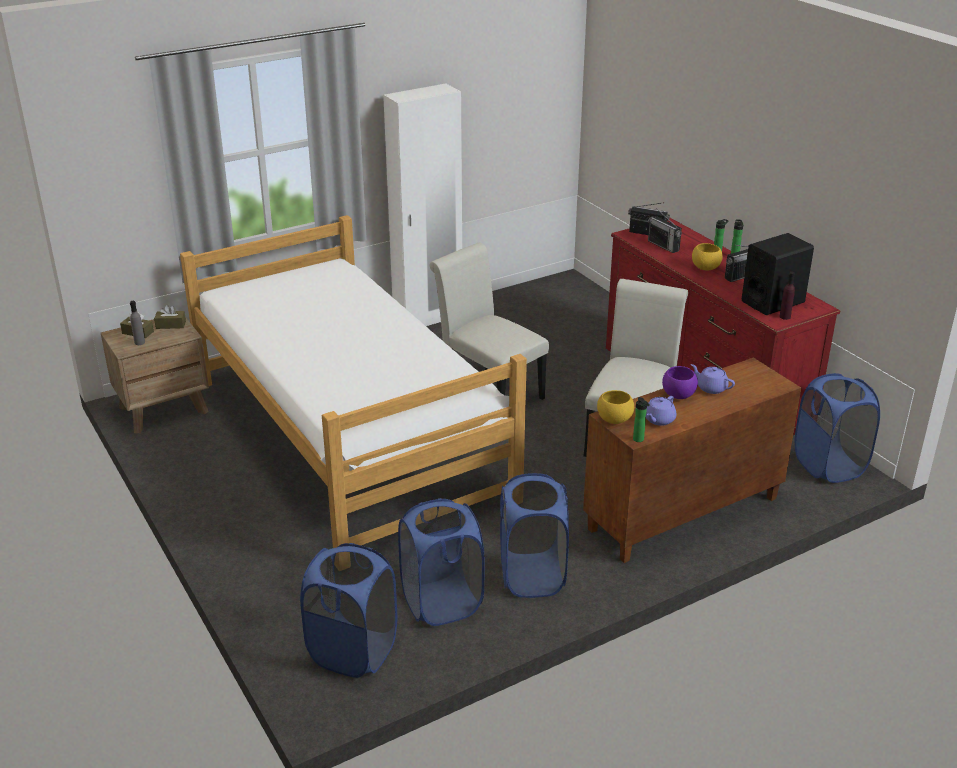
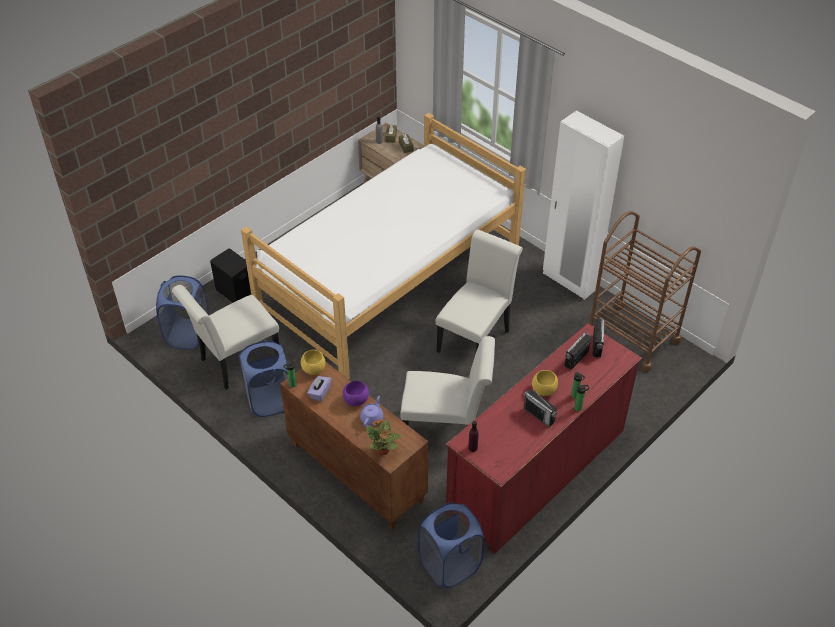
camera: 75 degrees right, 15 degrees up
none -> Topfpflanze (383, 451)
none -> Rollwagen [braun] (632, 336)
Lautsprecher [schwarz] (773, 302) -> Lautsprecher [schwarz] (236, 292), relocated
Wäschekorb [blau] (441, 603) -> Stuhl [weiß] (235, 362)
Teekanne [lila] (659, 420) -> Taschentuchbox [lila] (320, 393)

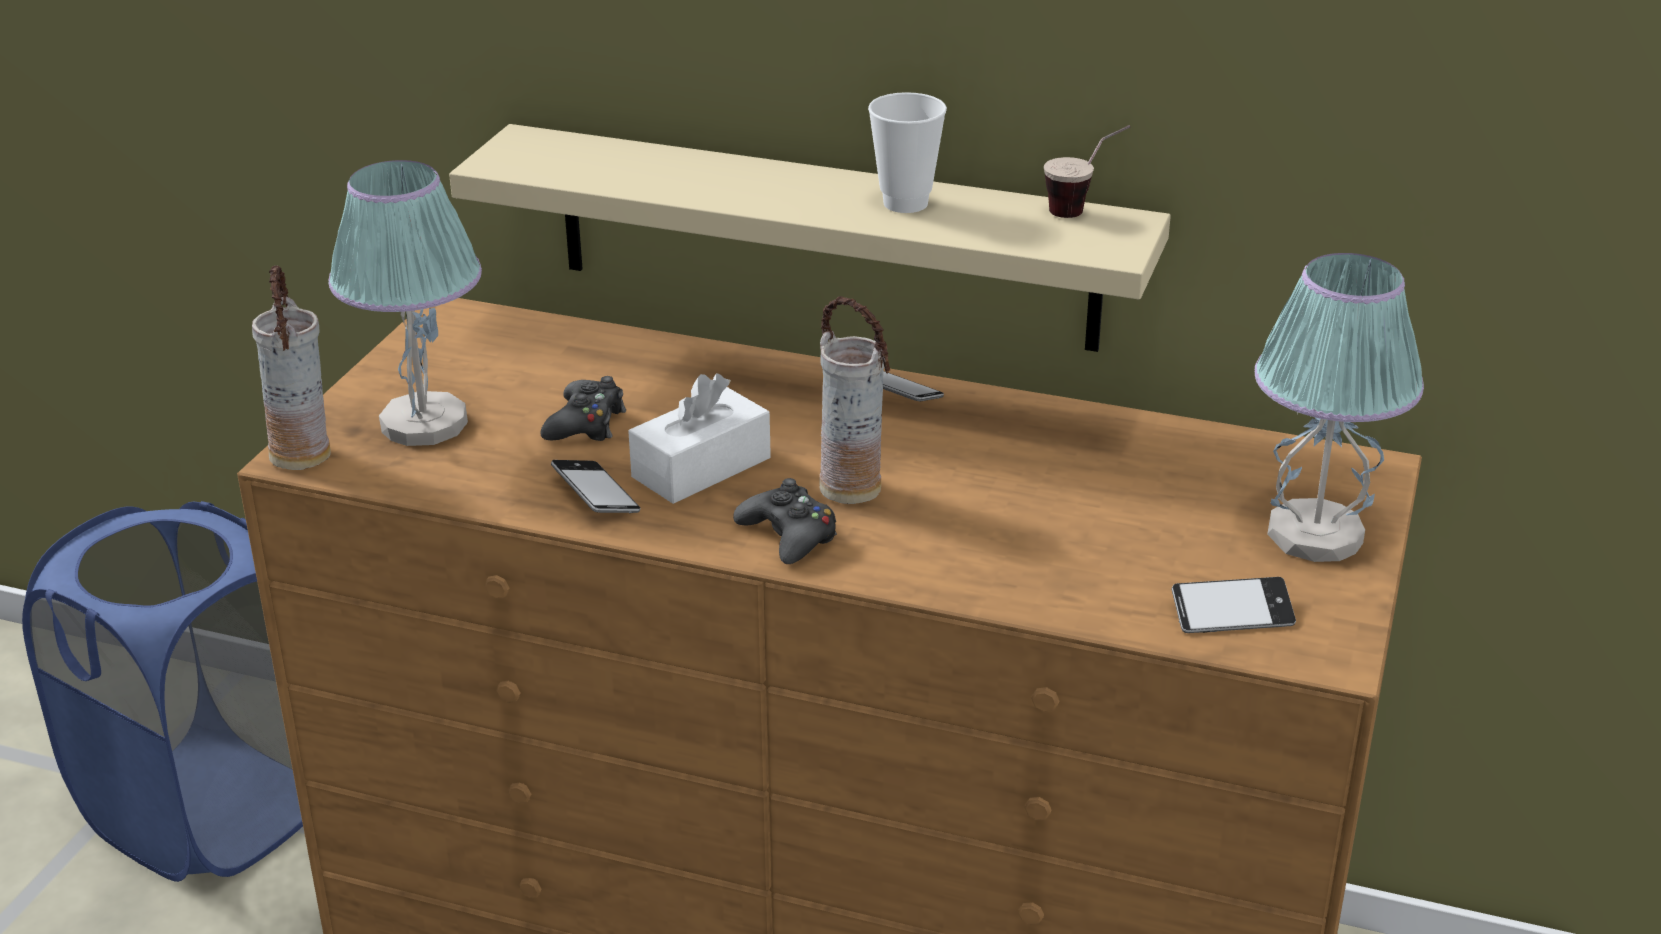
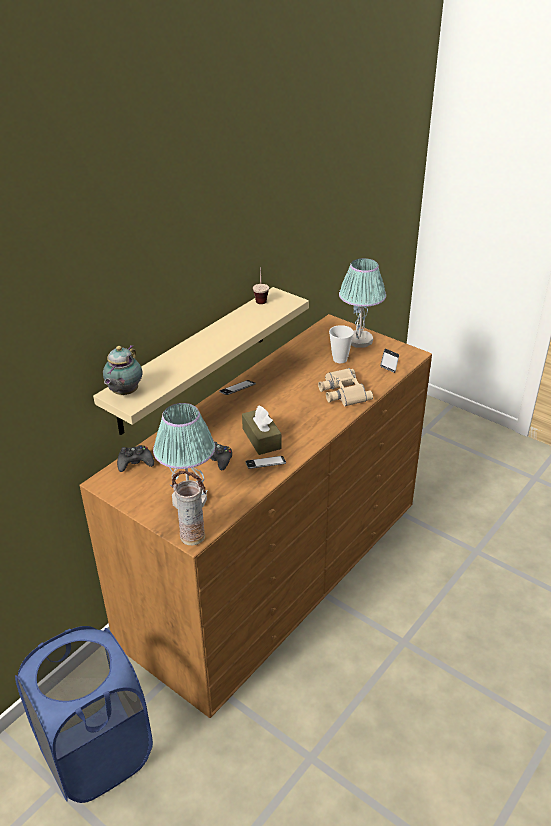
camera: 70 degrees left, 5 degrees up
Vase (852, 487) -> none
none -> Teekanne (124, 393)
none -> Fernglas [beige] (342, 392)
Gamepad [schwarz] (789, 535) -> Gamepad [schwarz] (135, 462), relocated
Tasse (905, 203) -> Tasse (340, 359), relocated
Taschentuchbox [weiß] (701, 467) -> Taschentuchbox [braun] (261, 438)

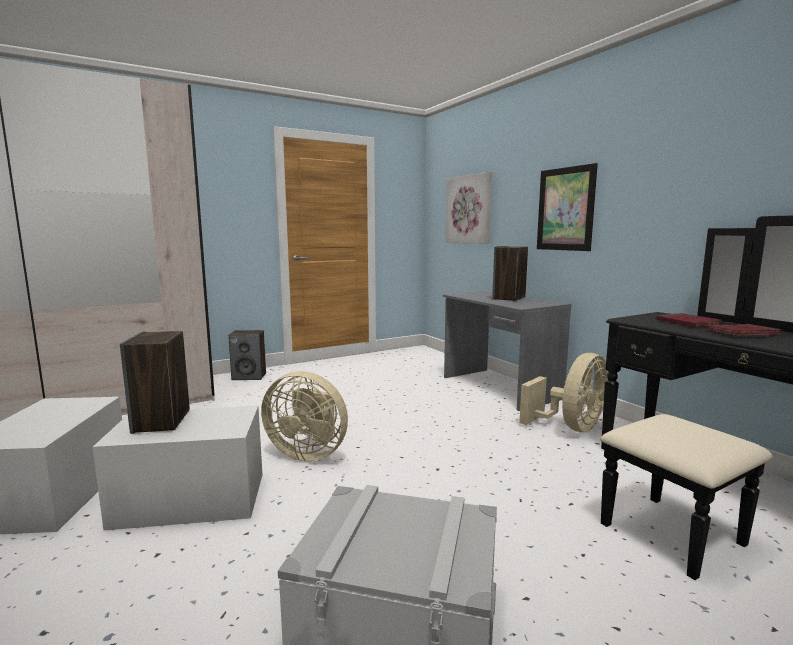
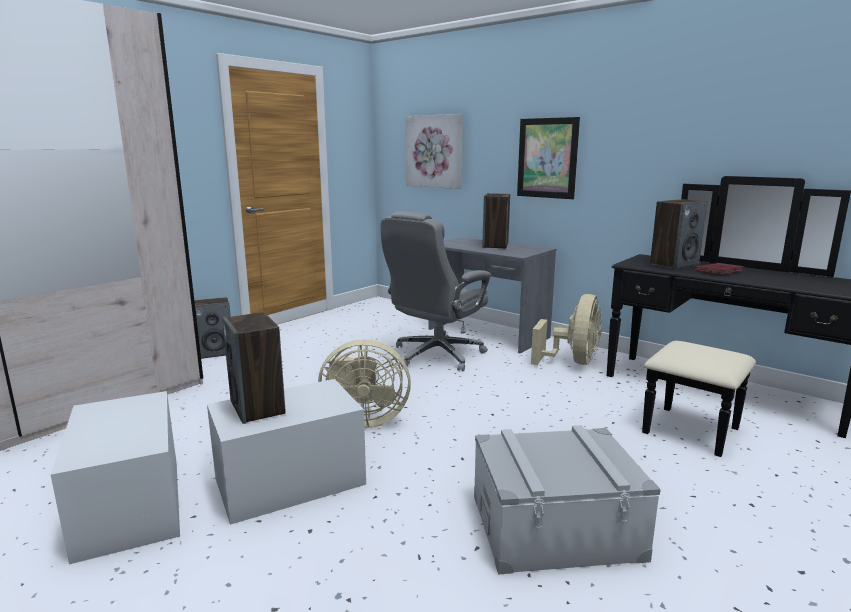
camera: 20 degrees left, 5 degrees up
none -> Bürostuhl [grau] (436, 355)
Buch [rot] (687, 323) -> Lautsprecher (674, 264)

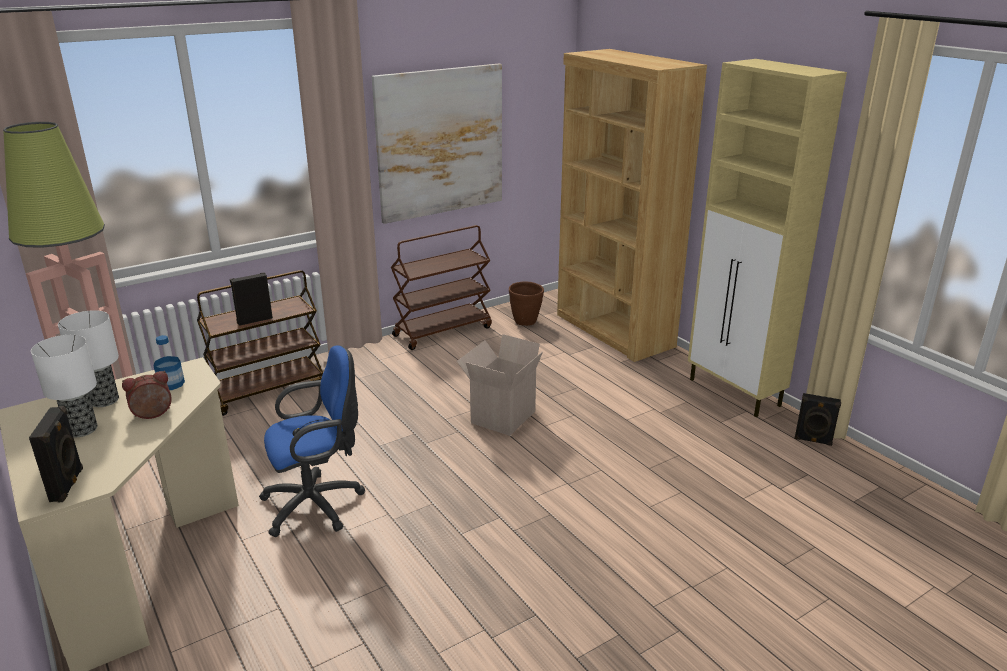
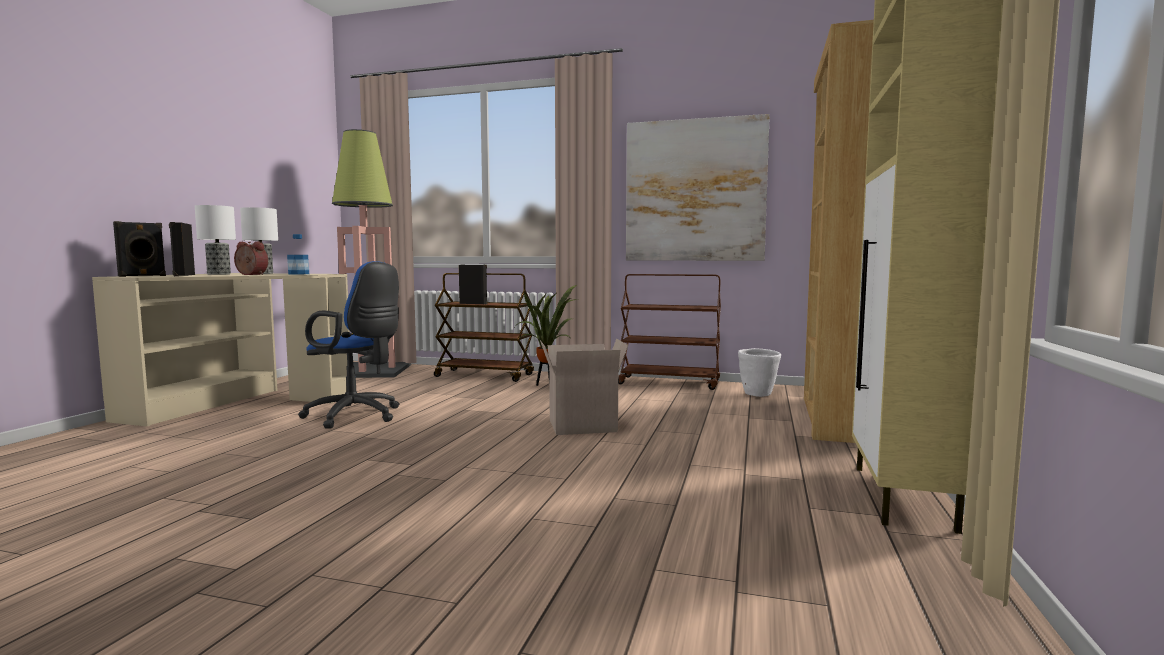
camera: 50 degrees right, 20 degrees down
none -> Topfpflanze (548, 385)
Lautsprecher [schwarz] (813, 440) -> Lautsprecher [schwarz] (183, 275), relocated
Pflanzkübel [braun] (526, 322) -> Pflanzkübel [weiß] (758, 395)

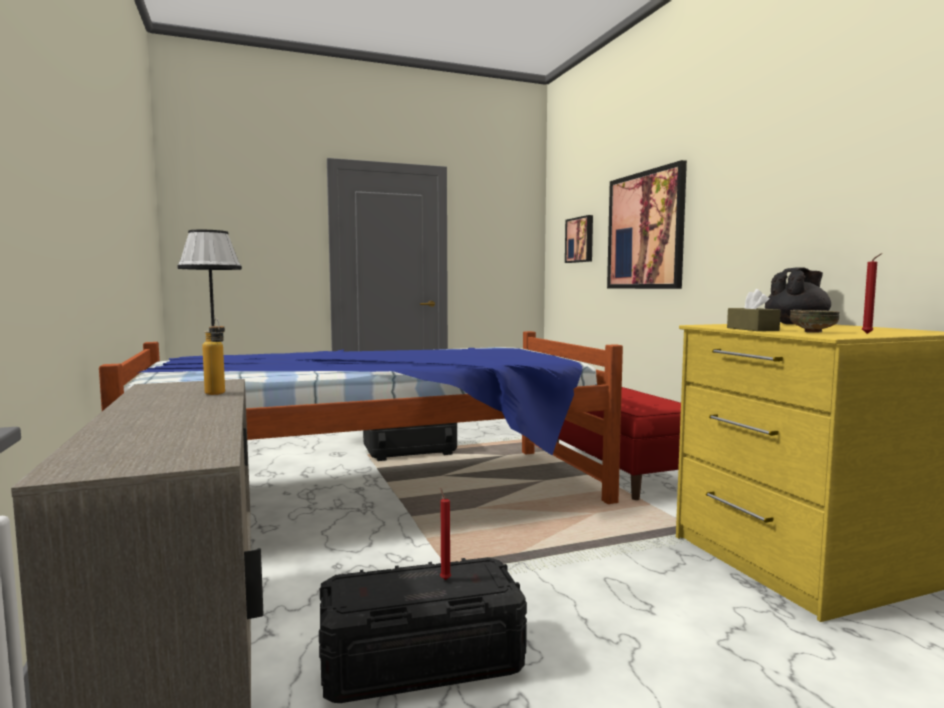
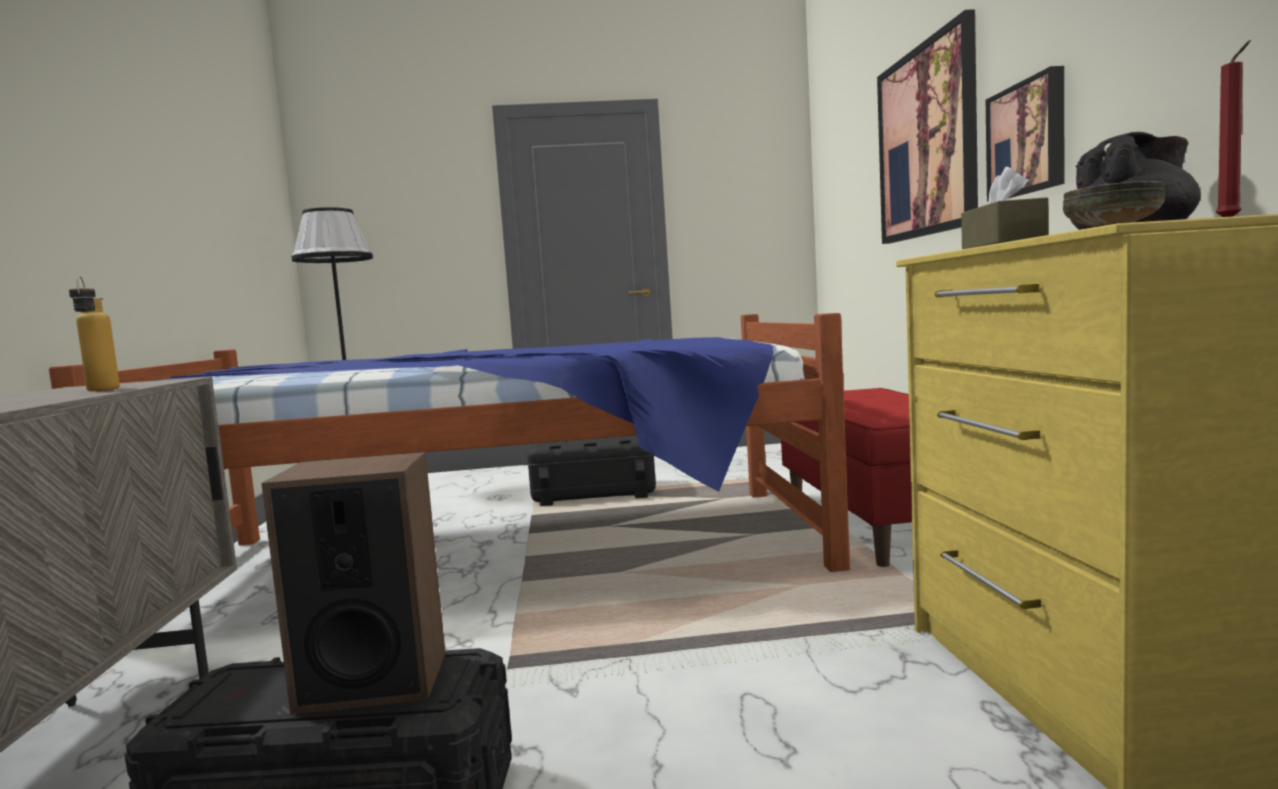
camera: 15 degrees right, 0 degrees up
Bild (580, 240) -> Bild (1028, 138), relocated
Kerze [rot] (444, 579) -> Lautsprecher (373, 681)

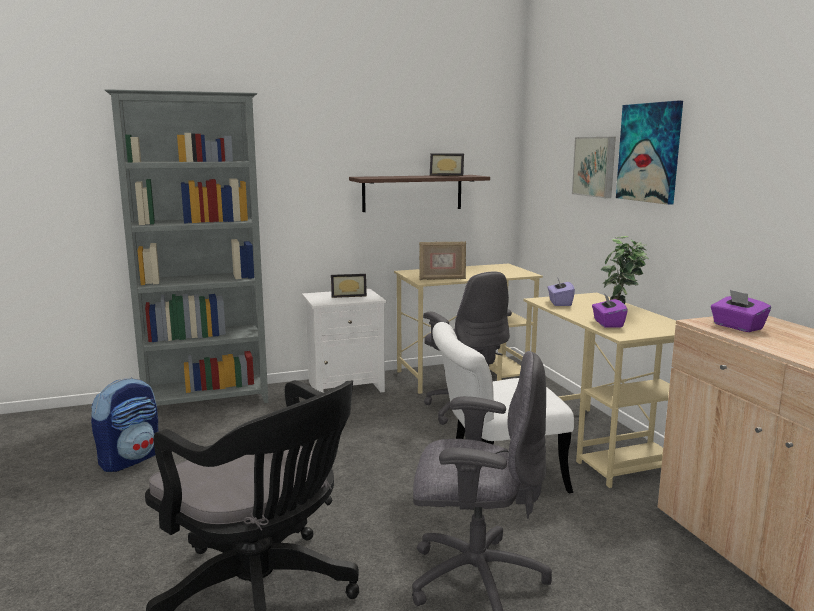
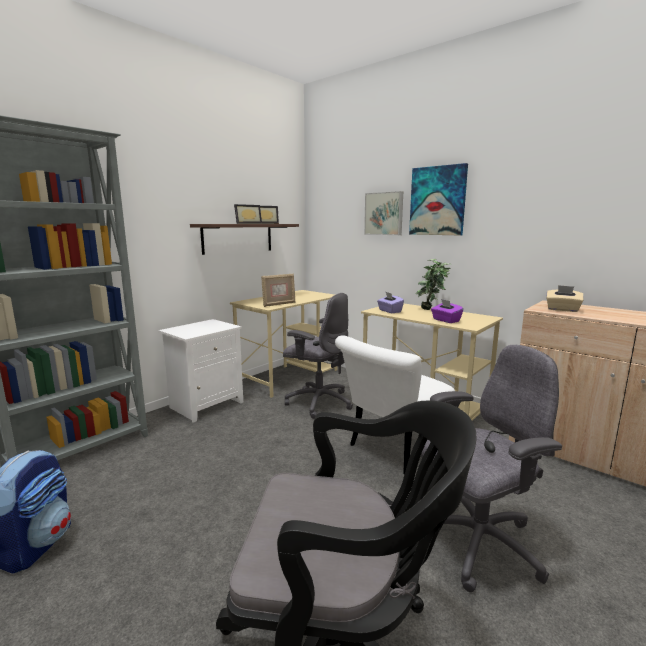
camera: 30 degrees left, 0 degrees up
Bilderrahmen (348, 295) -> Bilderrahmen (247, 223), relocated
Taschentuchbox [lila] (737, 327) -> Taschentuchbox [beige] (562, 309)

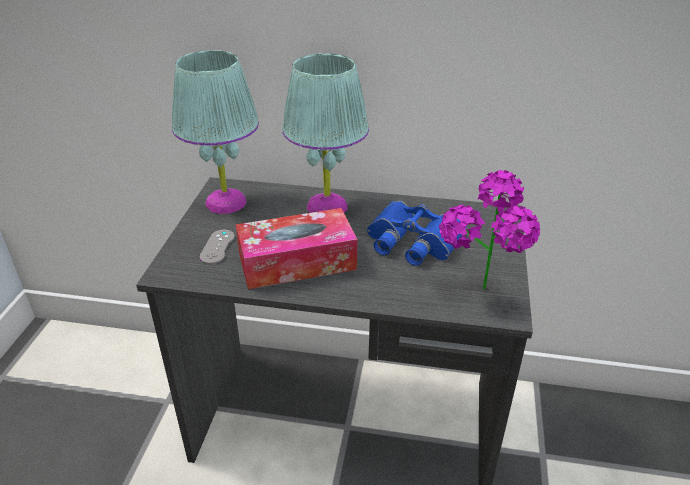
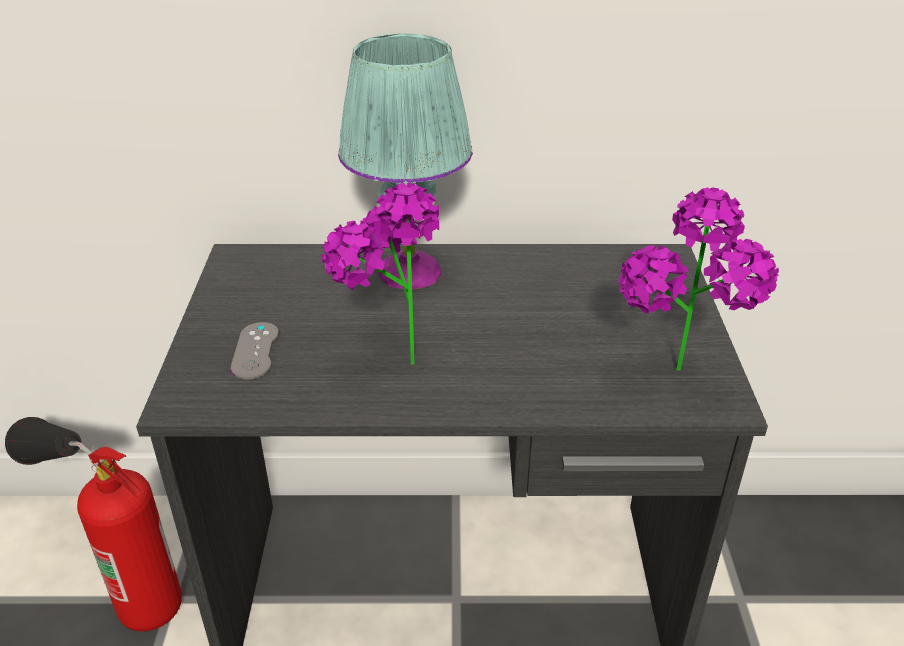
camera: 10 degrees left, 0 degrees up
Tischlampe [türkis] (226, 202) -> none
Fernglas [blau] (411, 241) -> none
none -> Feuerlöscher (117, 574)
Taschentuchbox (297, 262) -> Topfpflanze (388, 360)

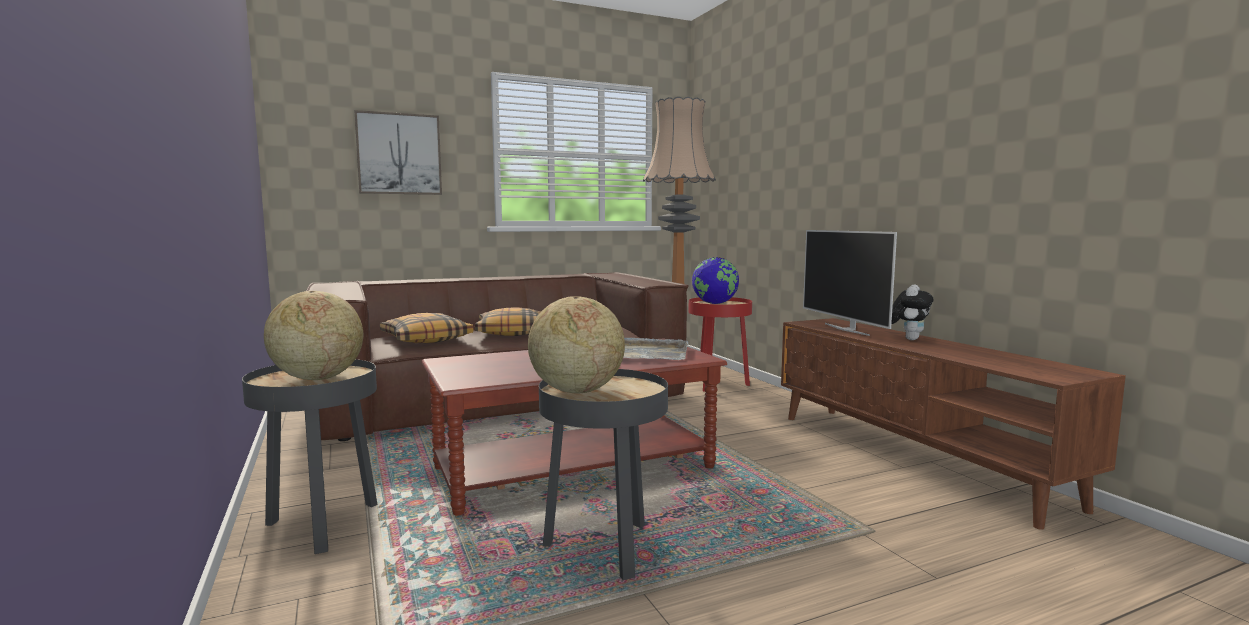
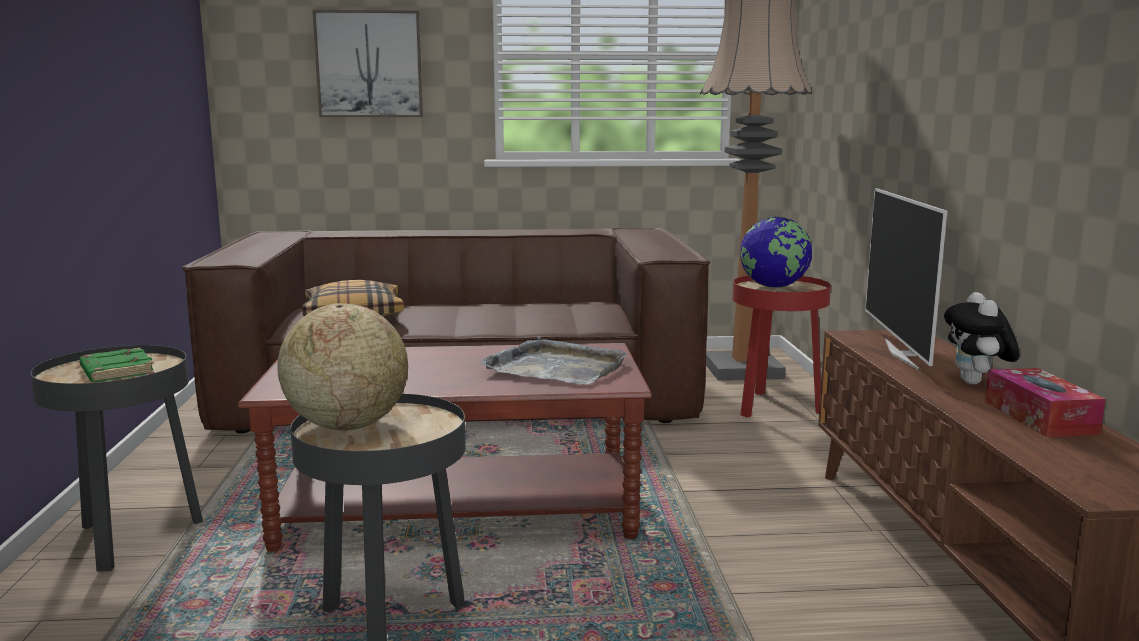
camera: 20 degrees right, 5 degrees up
Kissen (513, 332) -> none
none -> Taschentuchbox (1039, 417)
Globus (317, 378) -> Buch [grün] (115, 372)
Plüschtier (909, 339) -> Plüschtier (976, 383), 135 degrees clockwise

